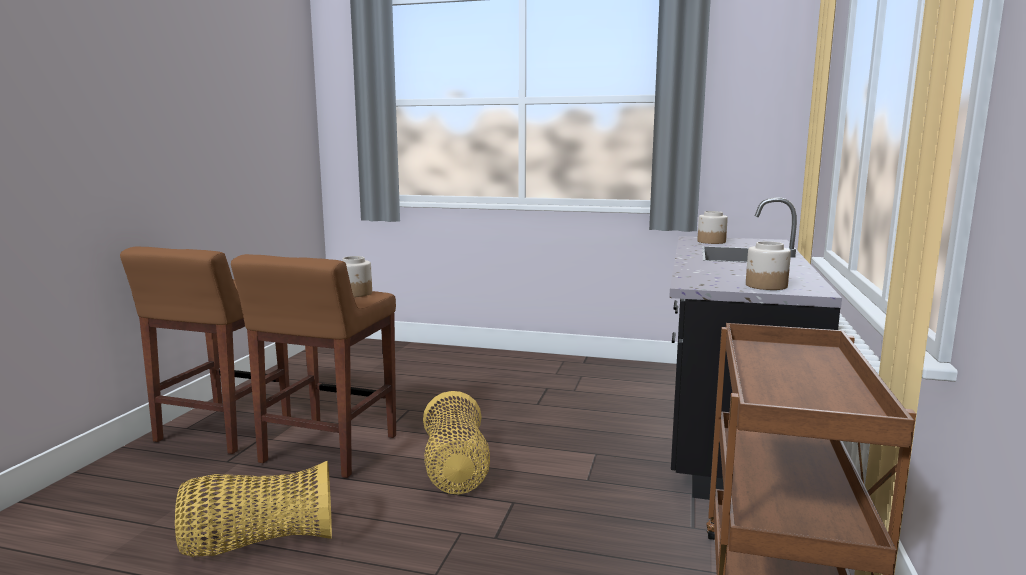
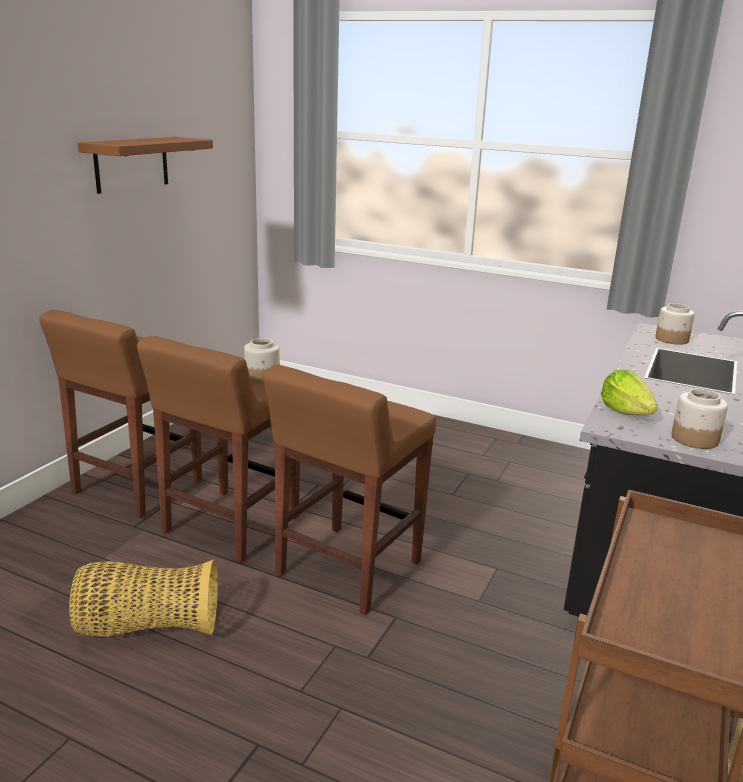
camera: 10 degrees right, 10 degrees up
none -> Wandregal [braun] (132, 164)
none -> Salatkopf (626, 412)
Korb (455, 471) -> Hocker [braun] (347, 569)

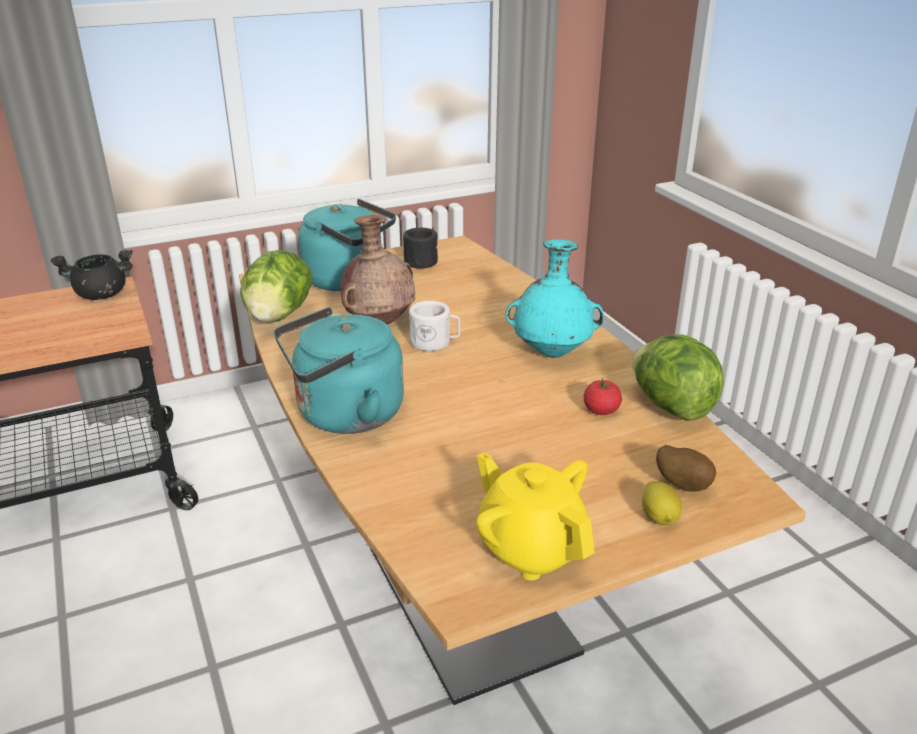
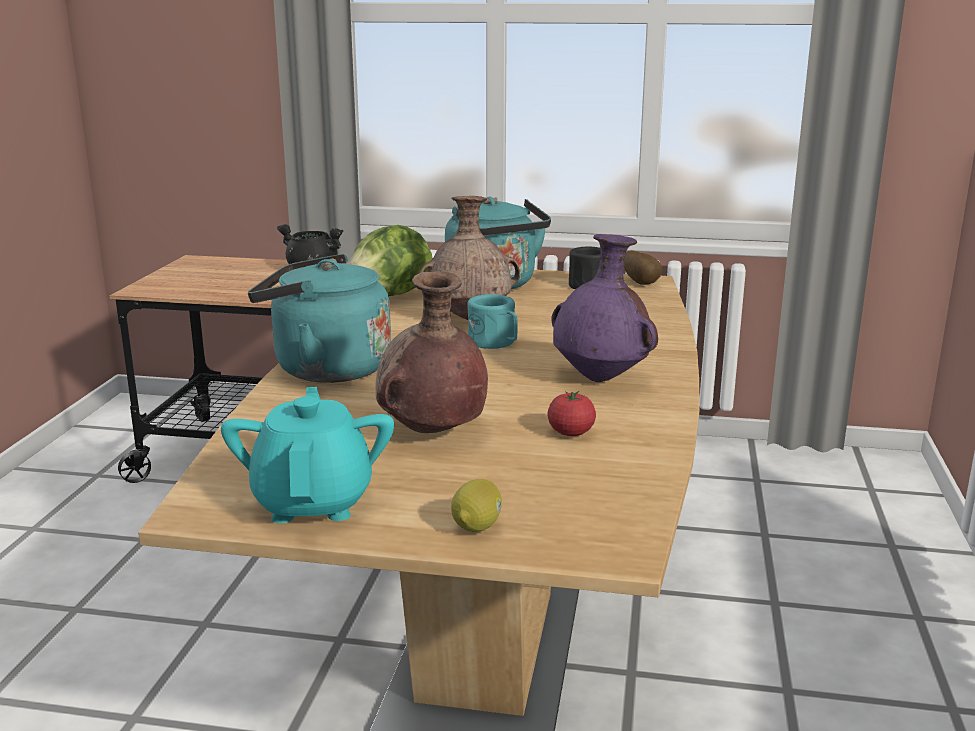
camera: 35 degrees right, 10 degrees down
Salatkopf (670, 406) -> none
none -> Vase [braun] (431, 433)
Kartoffel (683, 485) -> Kartoffel (642, 283), relocated
Henkelbecher [weiß] (435, 342) -> Henkelbecher [türkis] (495, 343)
Teekanne [gelb] (531, 548) -> Teekanne [türkis] (313, 502)
Vase [türkis] (553, 353) -> Vase [lila] (602, 378)

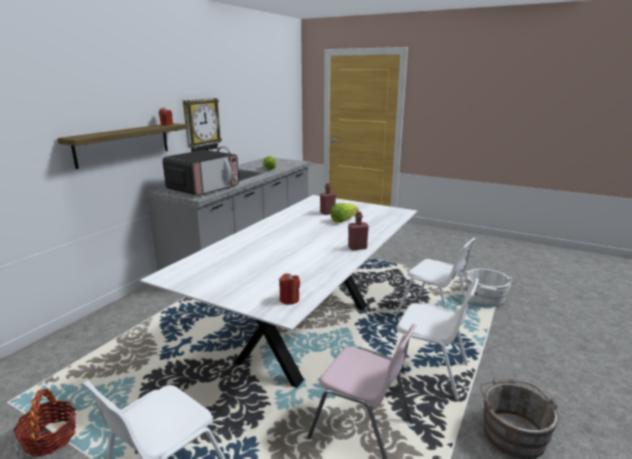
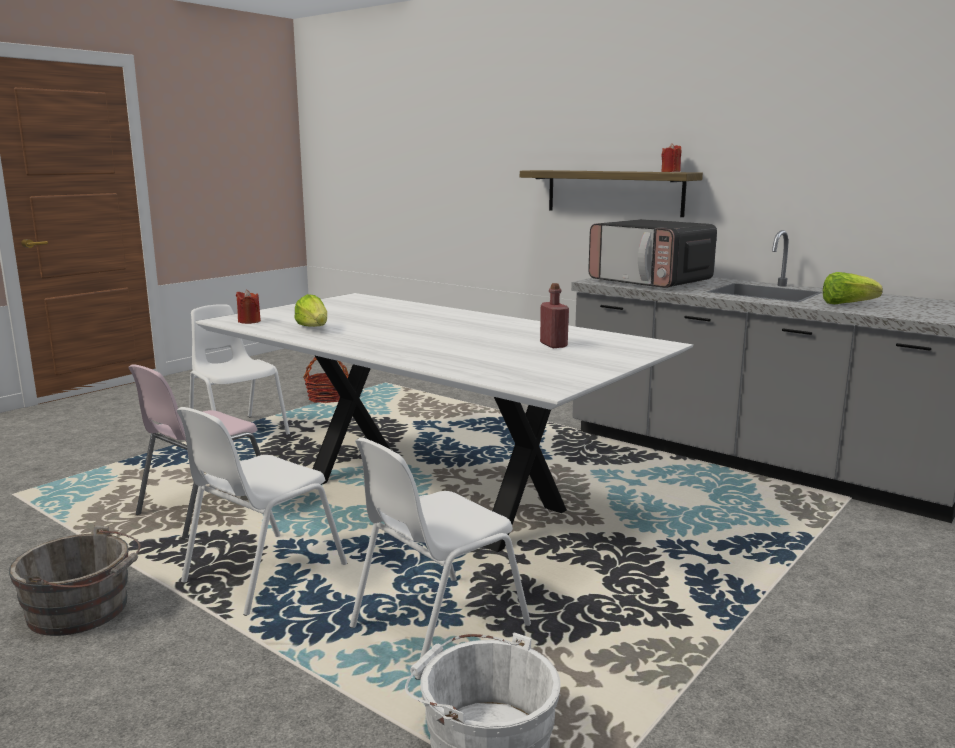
camera: 100 degrees right, 5 degrees down
Wanduhr (201, 125) -> none
Flasche [rot] (357, 248) -> none
Salatkopf (343, 220) -> Salatkopf (313, 328), relocated

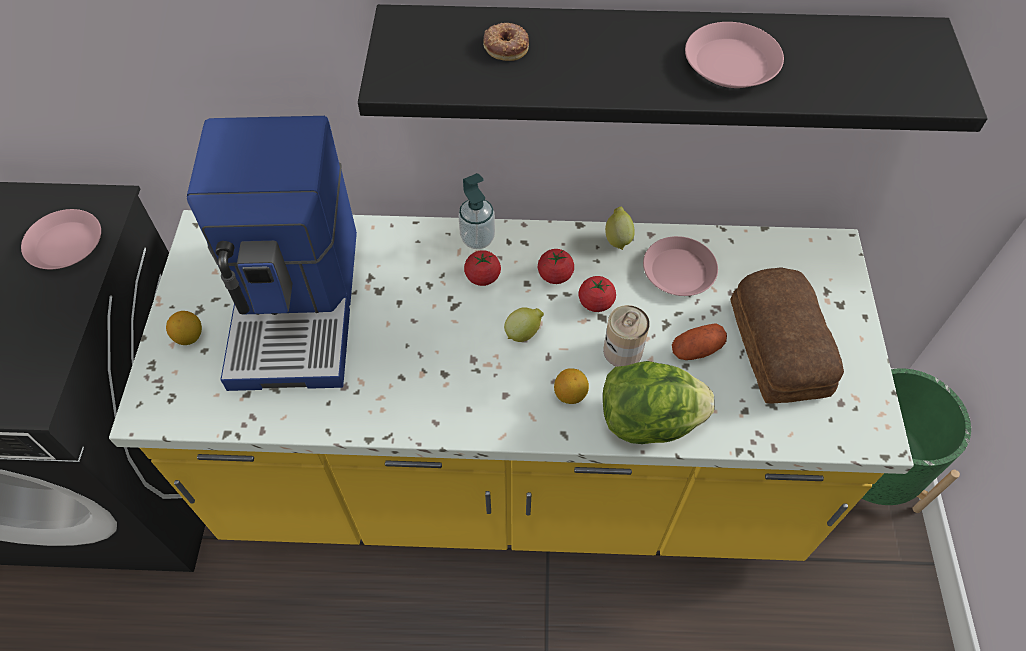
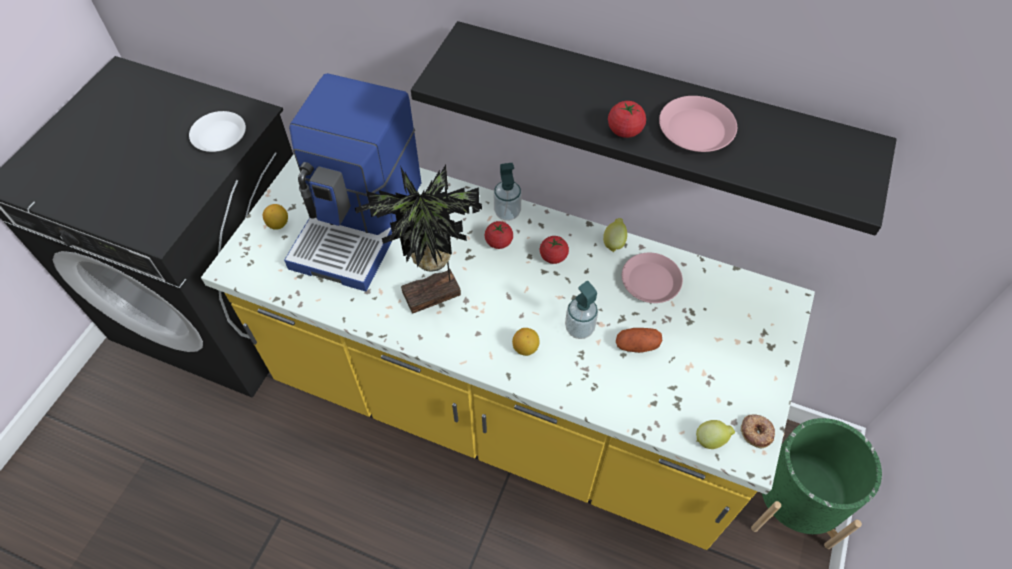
camera: 20 degrees right, 0 degrees up
Salatkopf (648, 420) -> none
Brot (780, 346) -> none
none -> Topfpflanze (434, 297)
Donut (506, 46) -> Donut (756, 432), relocated
Zitrone (524, 333) -> Zitrone (711, 440), relocated
Tomate (596, 303) -> Tomate (624, 130), relocated
Dose (622, 351) -> Seifenspender (579, 328)
Teller [rosa] (65, 244) -> Teller [weiß] (219, 135)

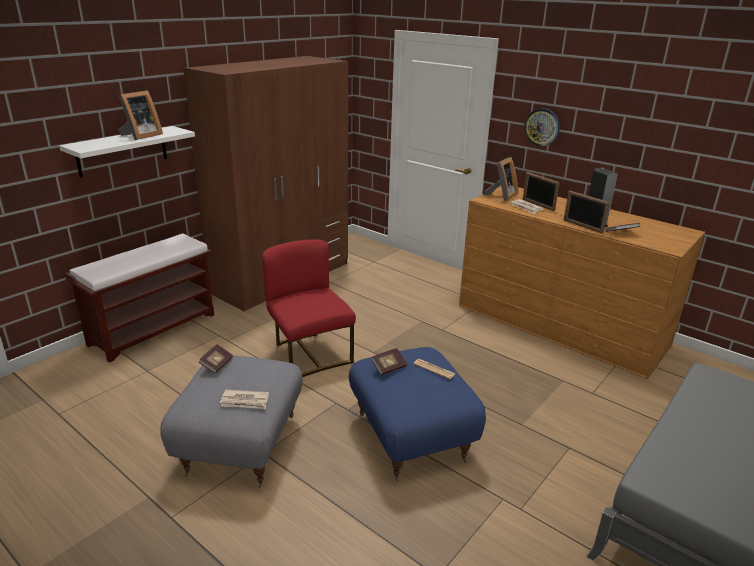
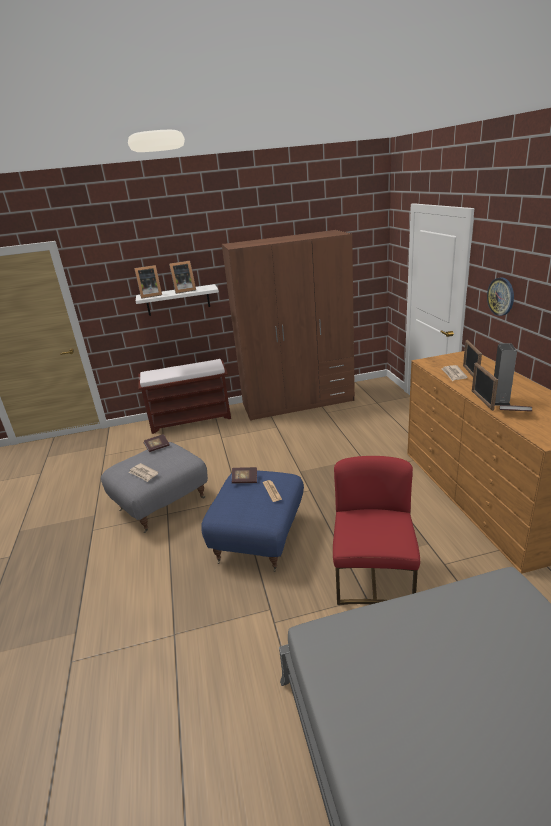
camera: 40 degrees right, 0 degrees up
Stuhl [rot] (309, 354) -> Stuhl [rot] (374, 577), relocated
Bilderrahmen (501, 196) -> Bilderrahmen (150, 295), relocated

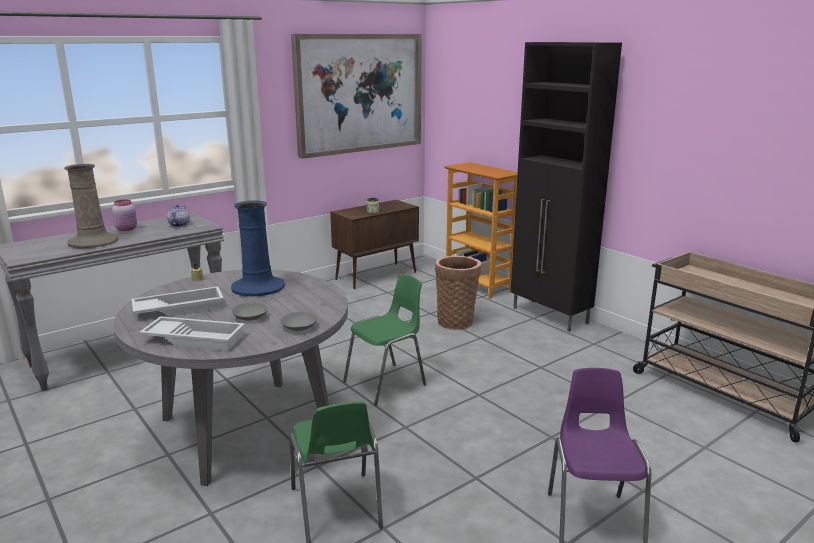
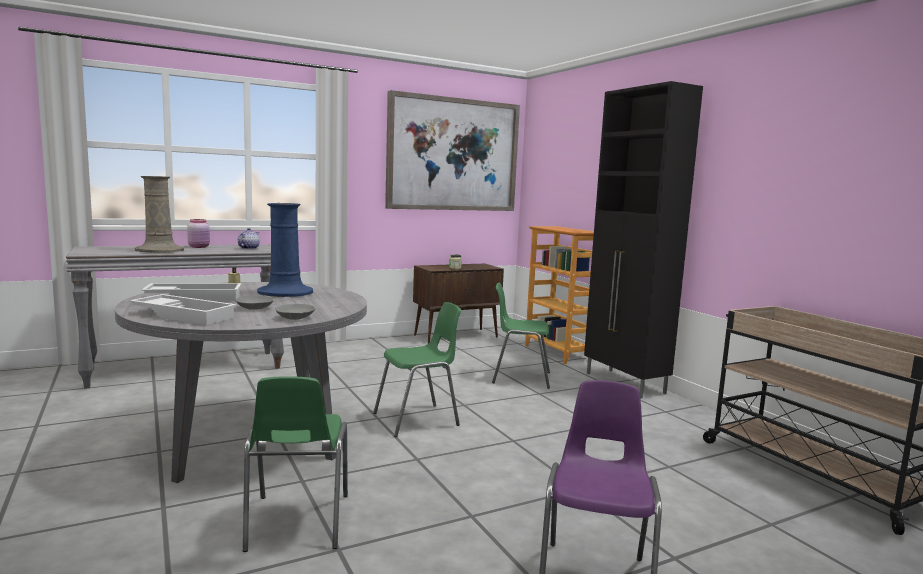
camera: 10 degrees right, 10 degrees down
Korb (456, 321) -> Stuhl [grün] (519, 378)

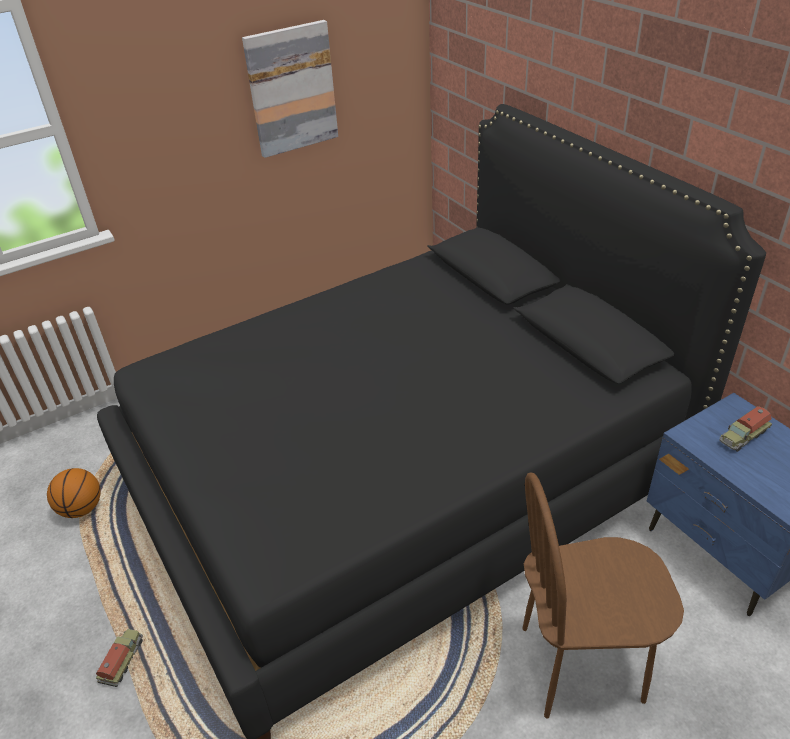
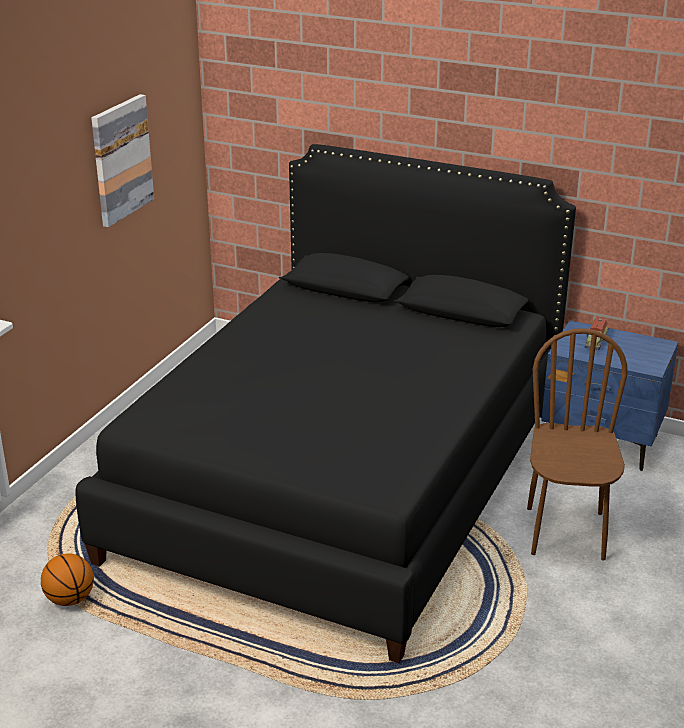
camera: 35 degrees left, 10 degrees down
Spielzeuglaster (123, 660) -> none
Stuhl [braun] (581, 664) -> Stuhl [braun] (566, 533), 135 degrees clockwise

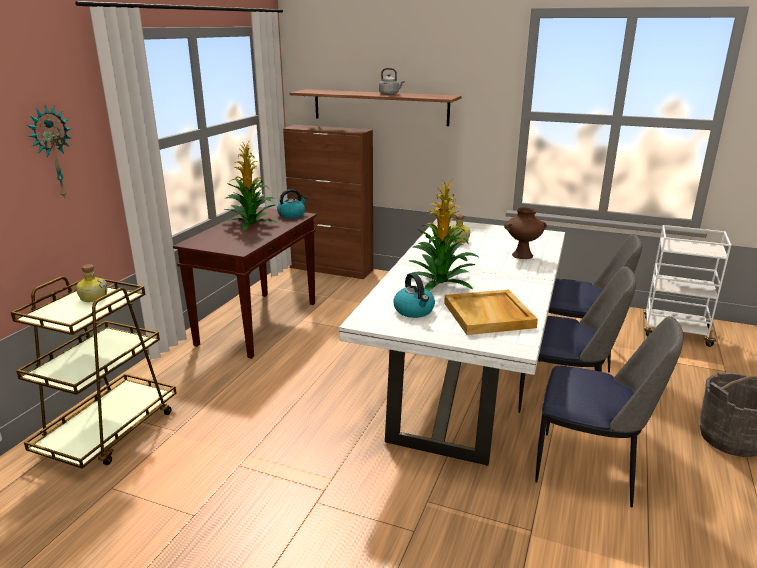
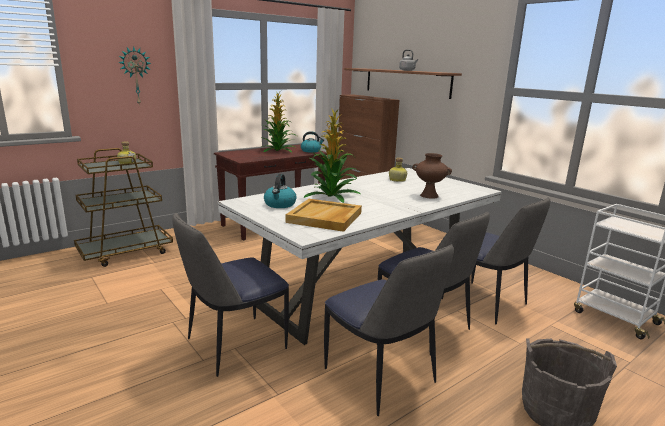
camera: 30 degrees right, 5 degrees down
none -> Stuhl (234, 345)

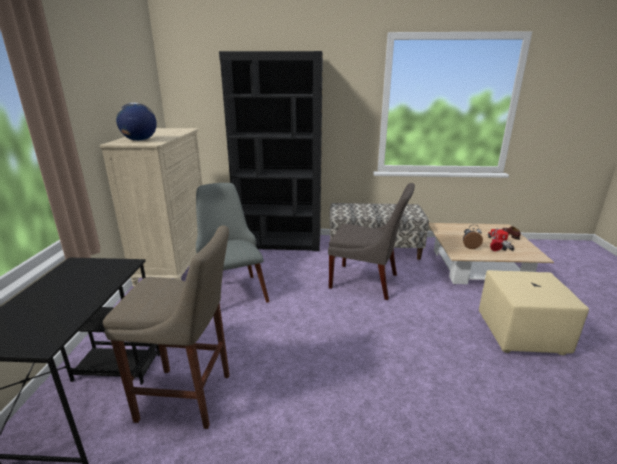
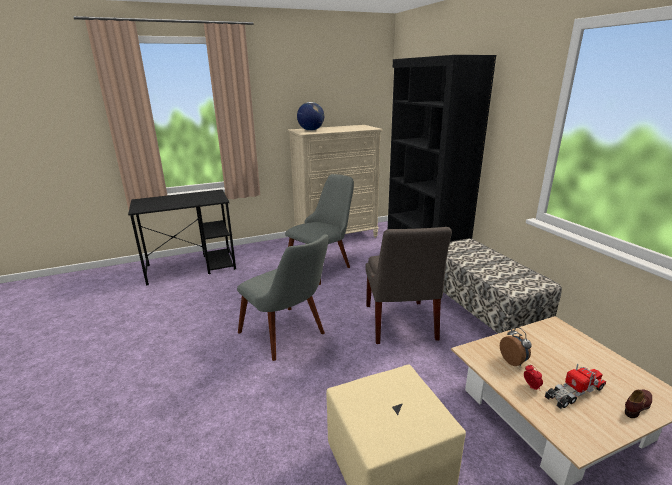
camera: 65 degrees right, 0 degrees up
Hocker [beige] (189, 397) -> none
none -> Stuhl [grau] (288, 337)

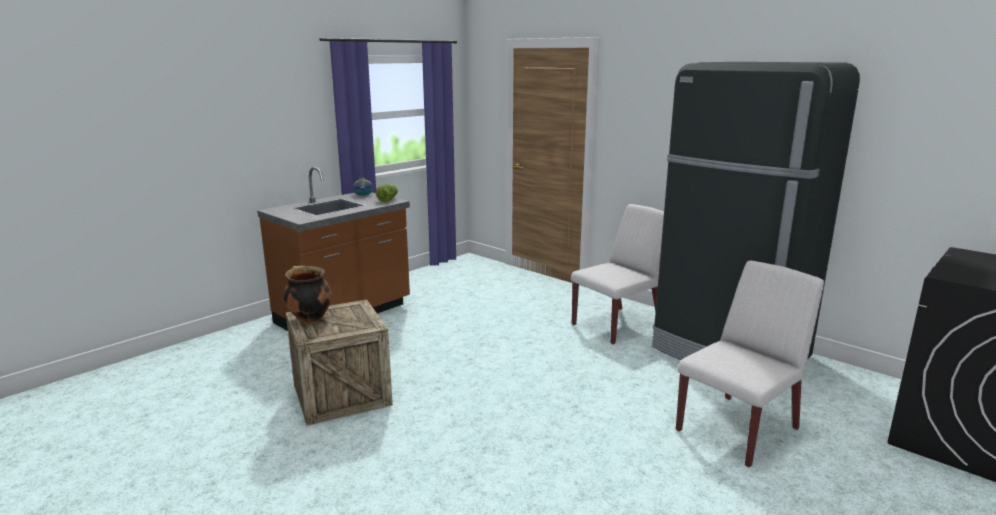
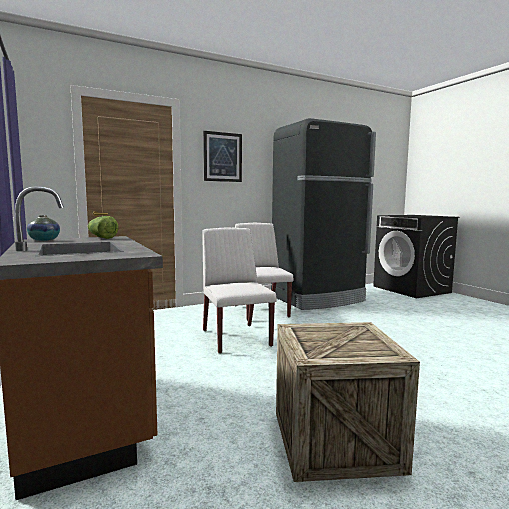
camera: 70 degrees left, 10 degrees down
Kochtopf (309, 318) -> none
none -> Bild (222, 157)
Stuhl [weiß] (738, 429) -> Stuhl [weiß] (235, 337), relocated

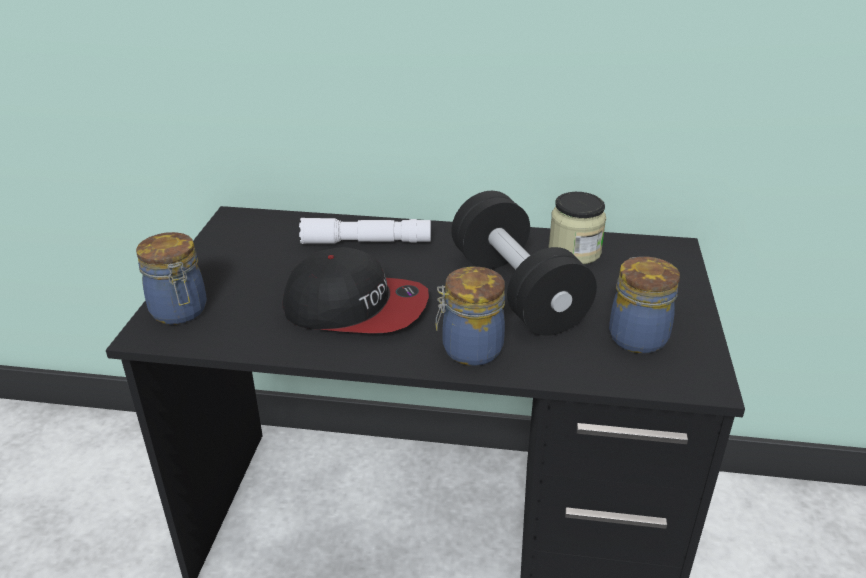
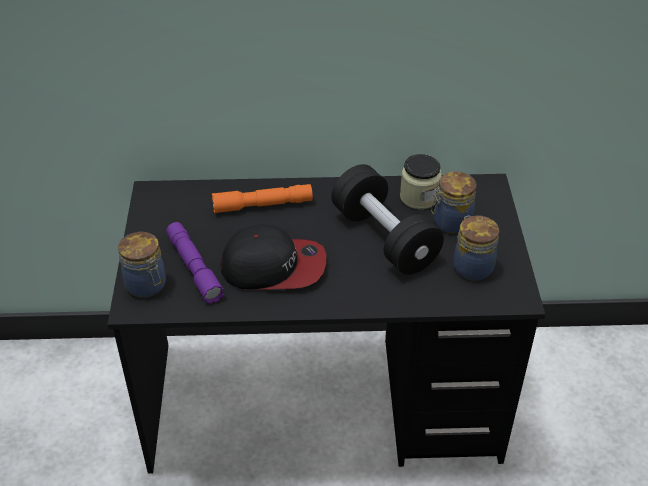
camera: 10 degrees left, 10 degrees up
none -> Taschenlampe [lila] (194, 268)
Vorratsglas (469, 350) -> Vorratsglas (450, 223), relocated
Taschenlampe [weiß] (366, 242) -> Taschenlampe [orange] (263, 205)

